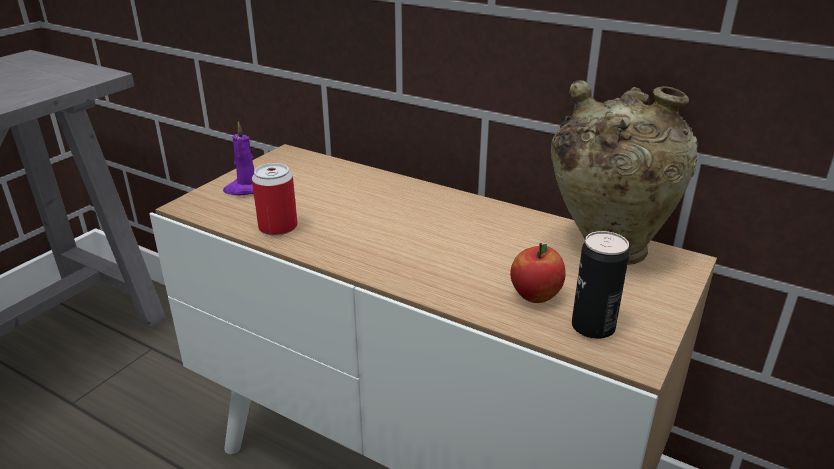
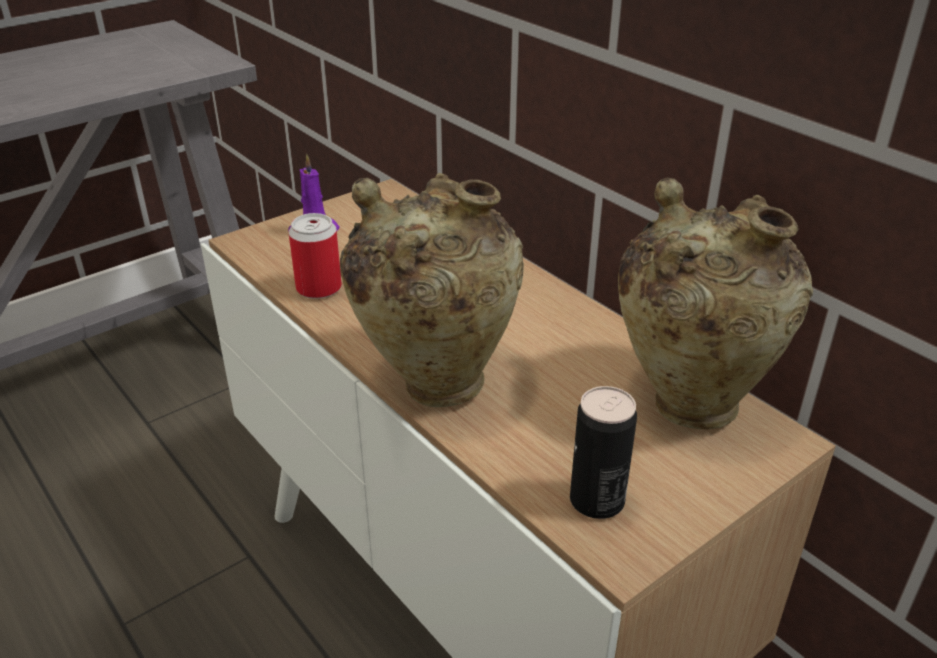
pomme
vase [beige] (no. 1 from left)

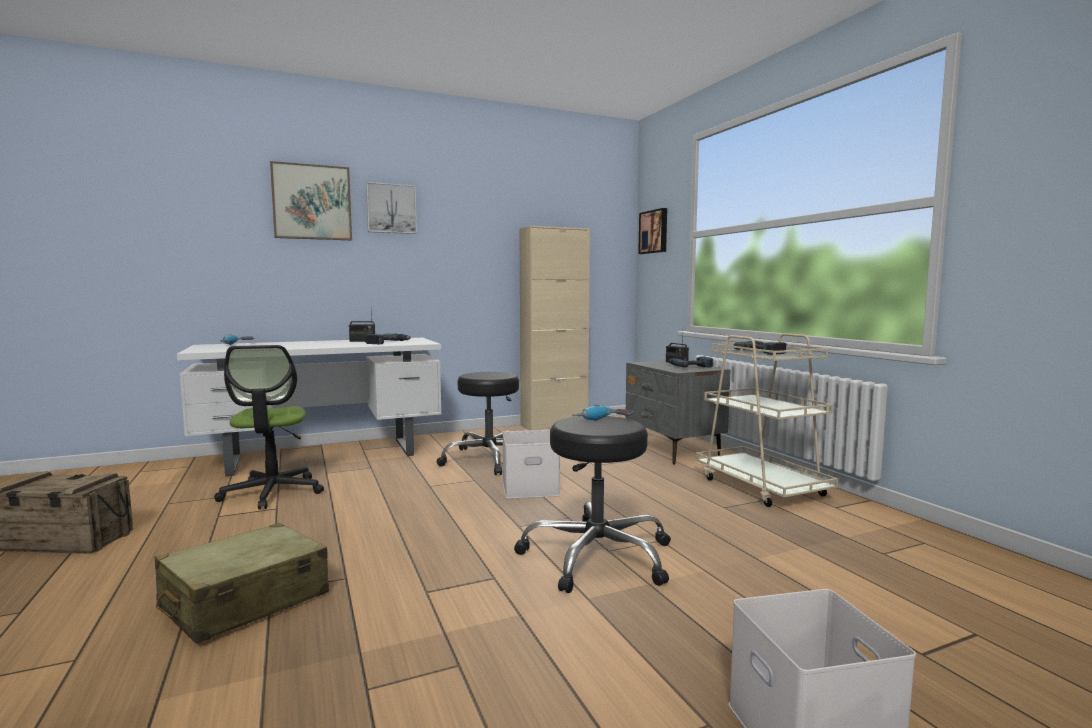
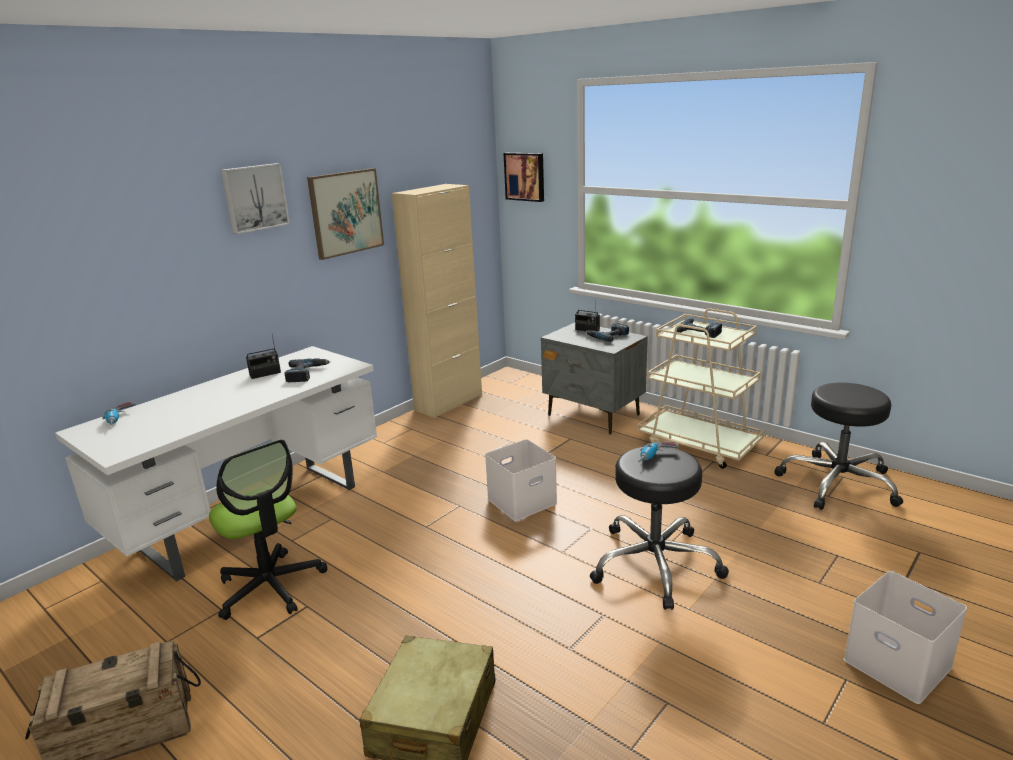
tableau (no. 2 from left)
tabouret [noir] (no. 2 from left)

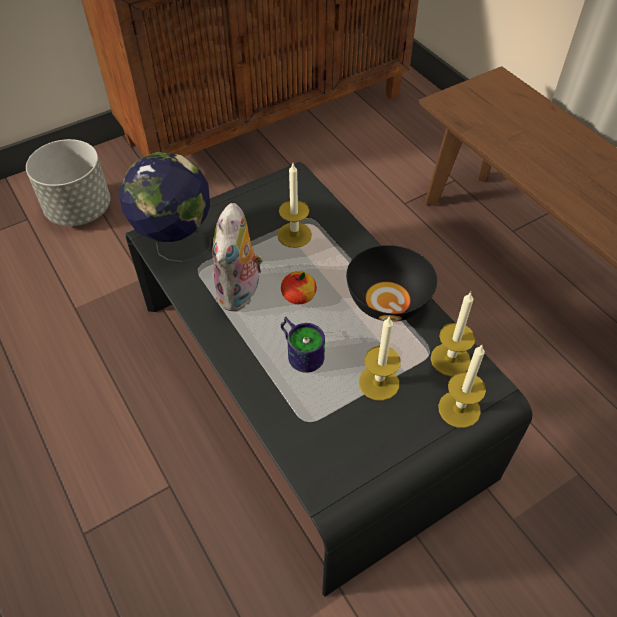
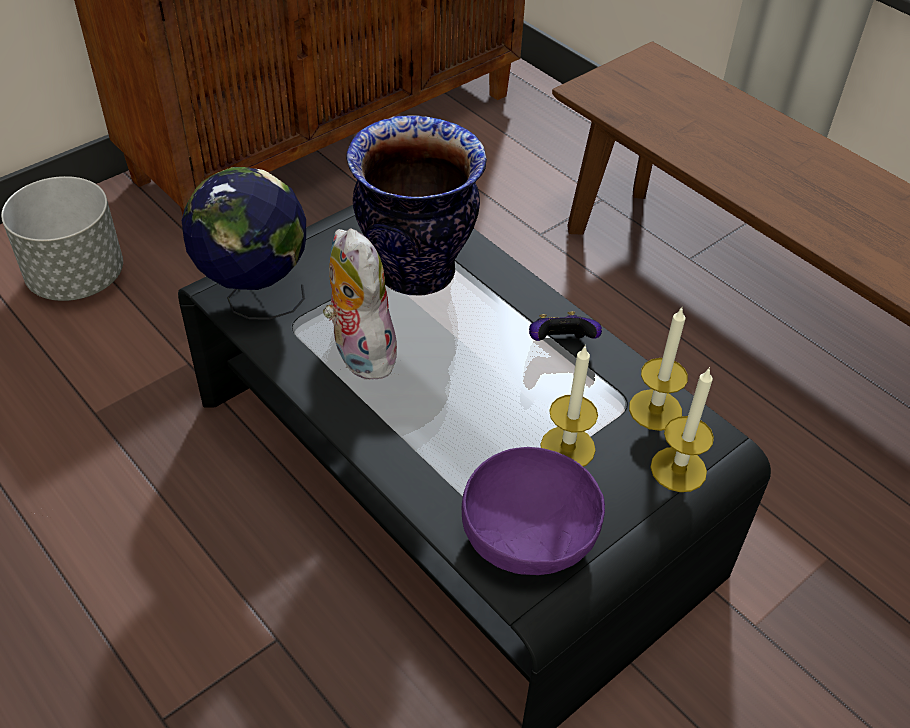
peluche
vase
pomme
mug
manette
bol [violet]

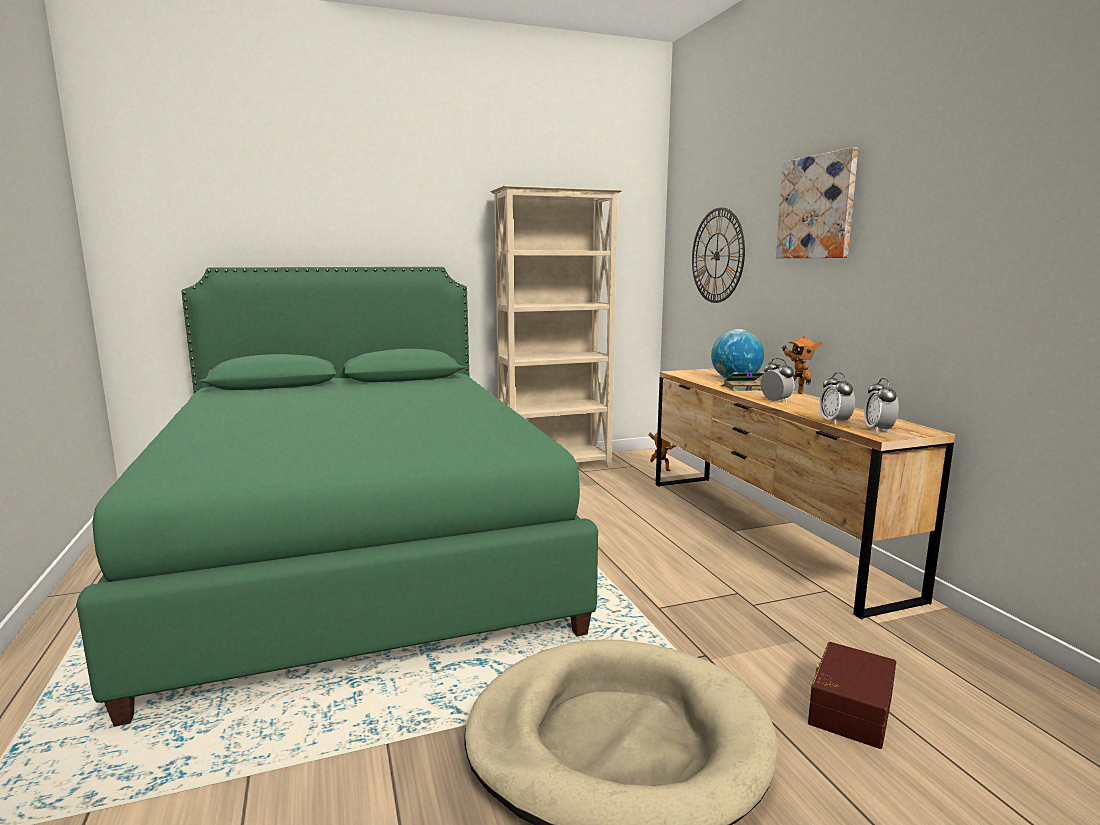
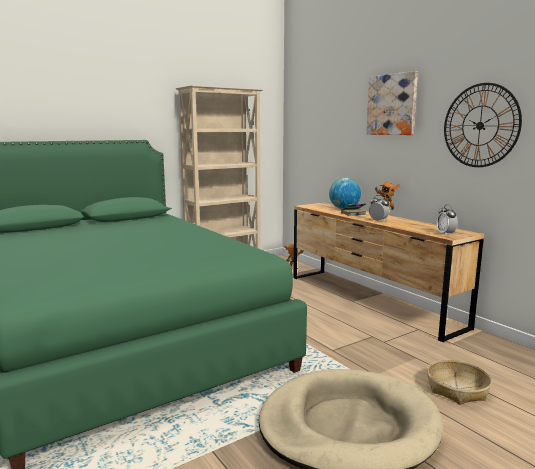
horloge murale
panier
réveil (no. 2 from left in the first image)

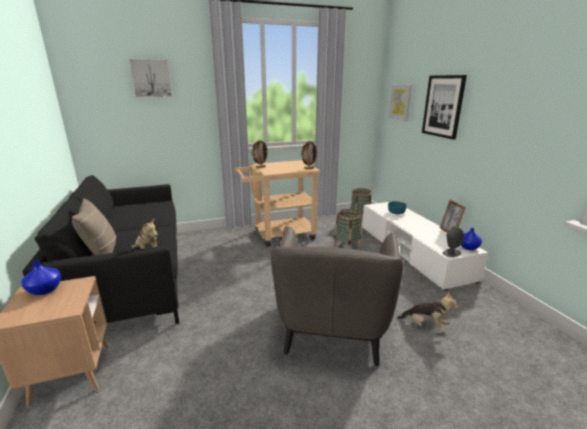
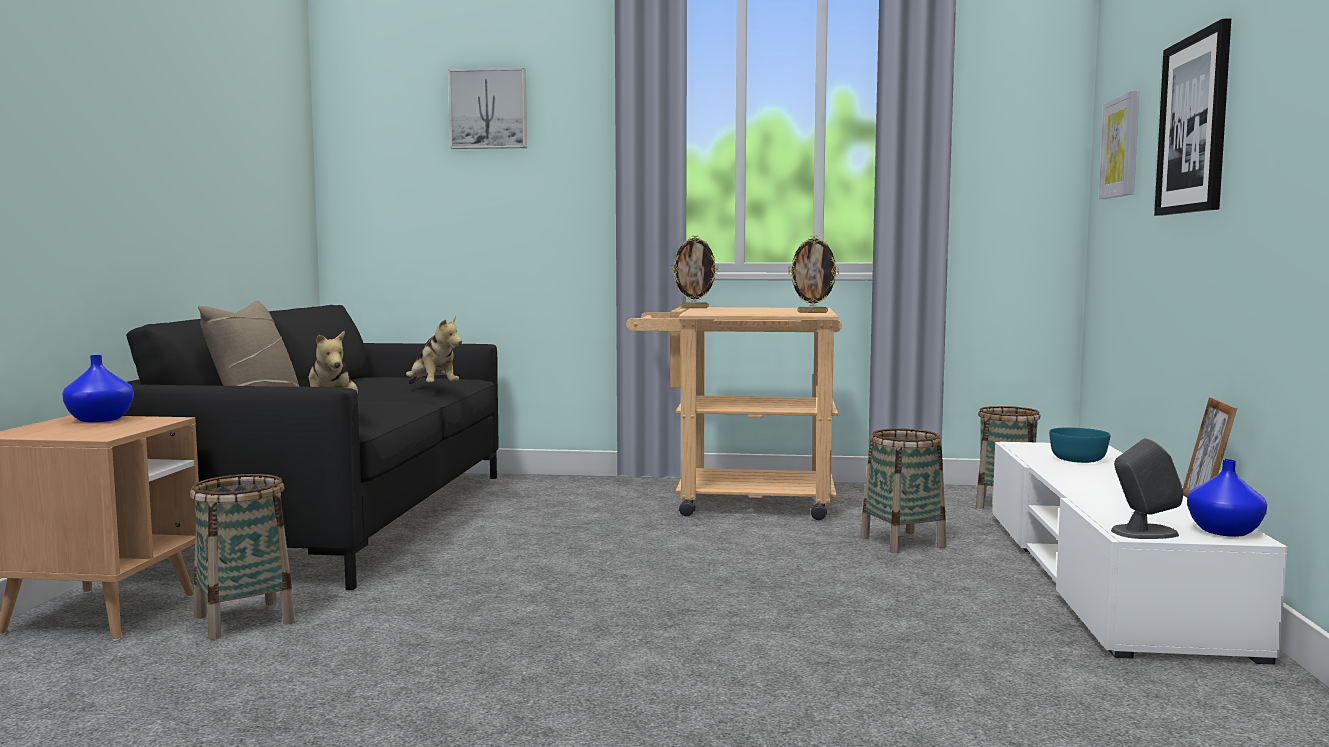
fauteuil [gris]
peluche (no. 2 from left)
panier (no. 1 from left)

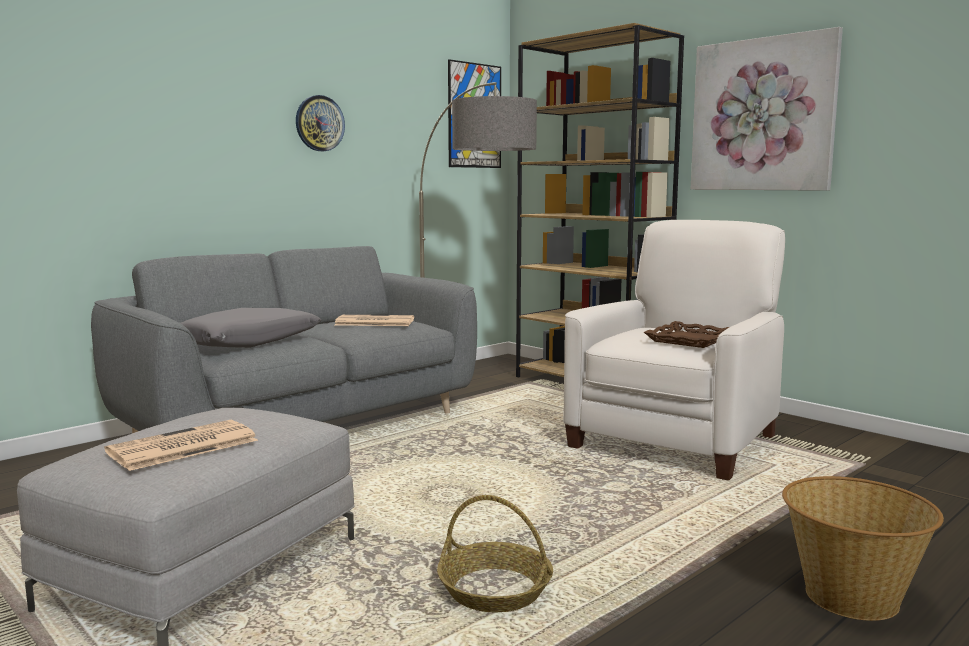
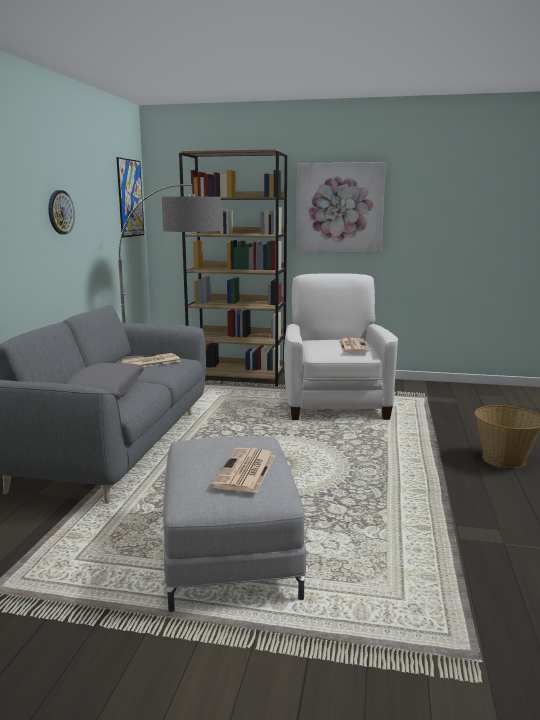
panier (no. 1 from left in the first image)
journal (no. 3 from left)

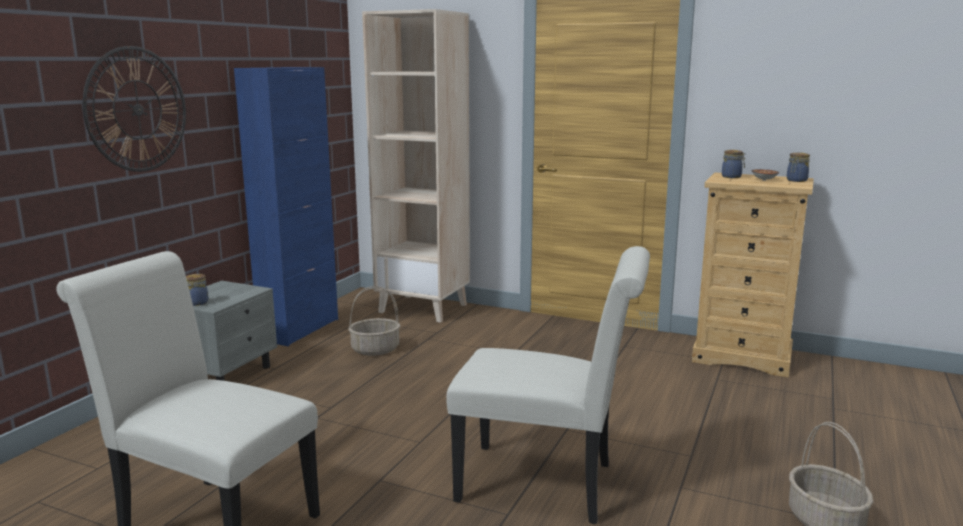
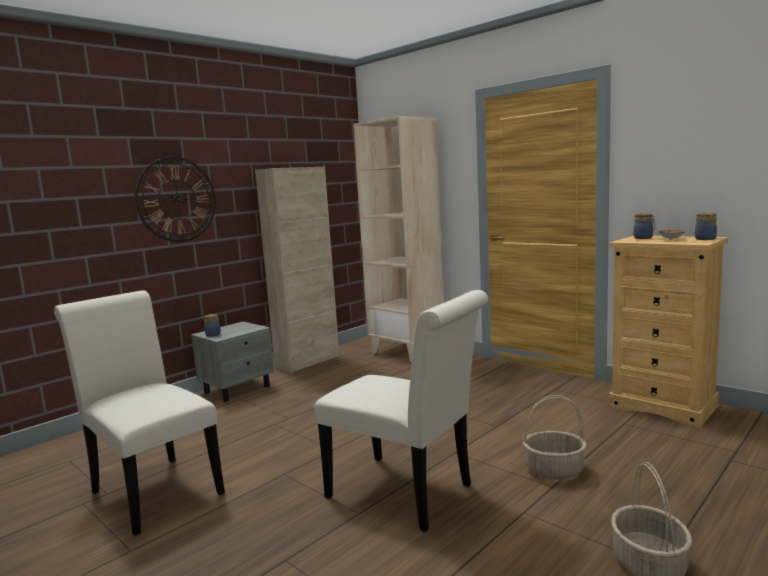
meuble de rangement [beige]
panier (no. 1 from left)

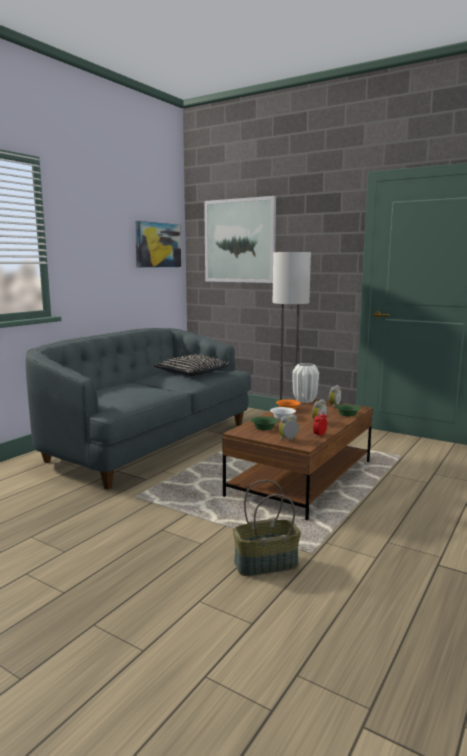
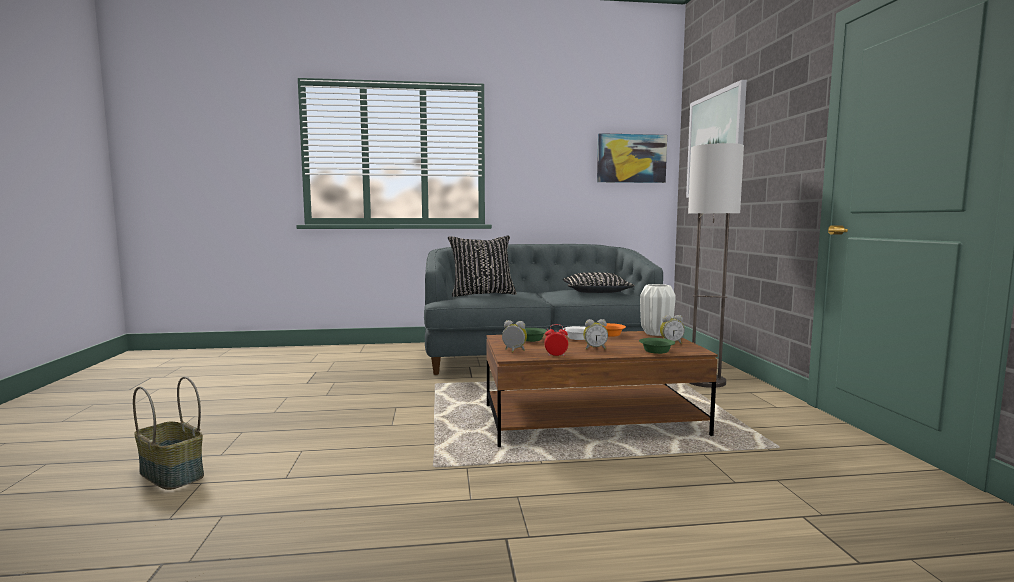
panier
coussin [noir] (no. 1 from left)

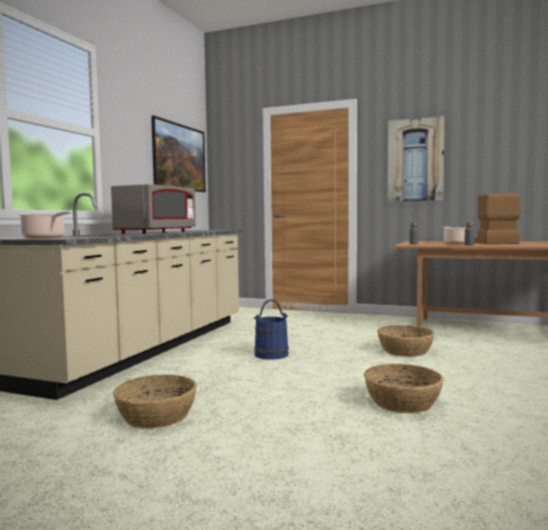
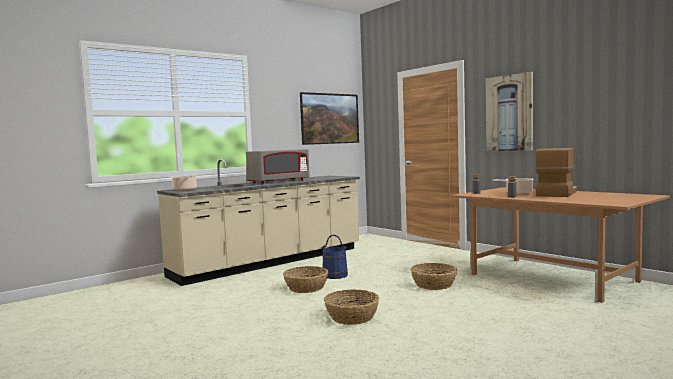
panier (no. 1 from left)

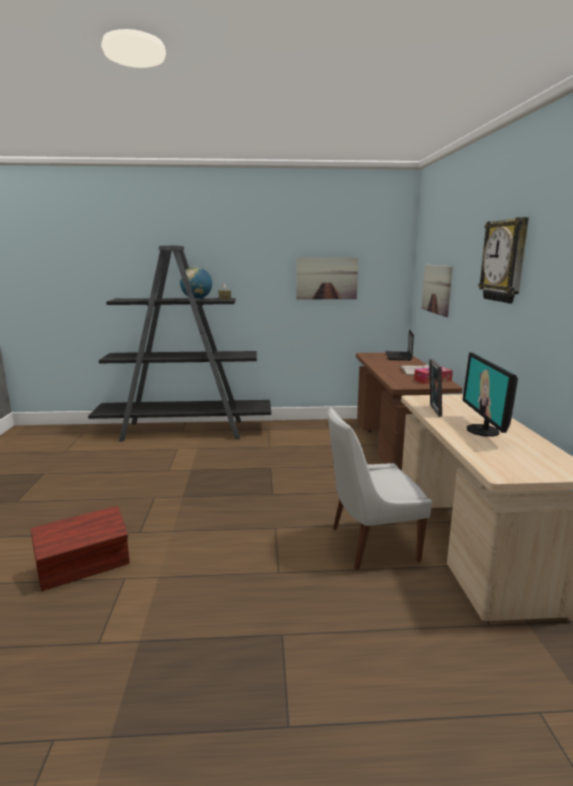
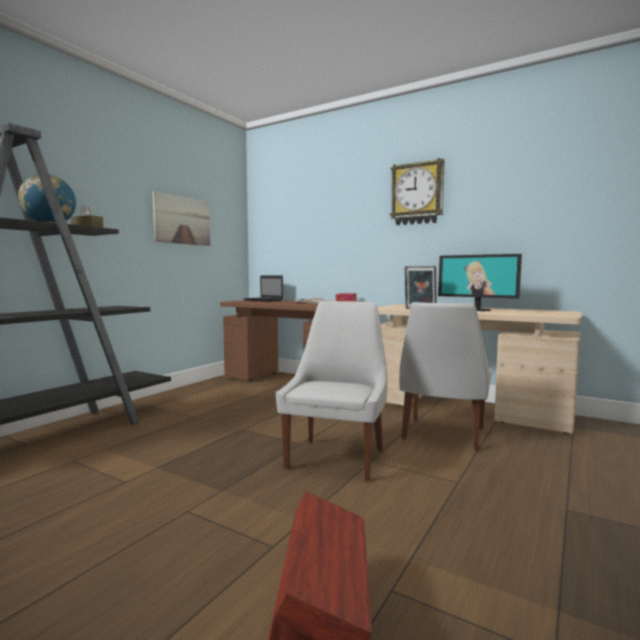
tableau (no. 2 from left in the first image)
chaise [blanc] (no. 1 from left)

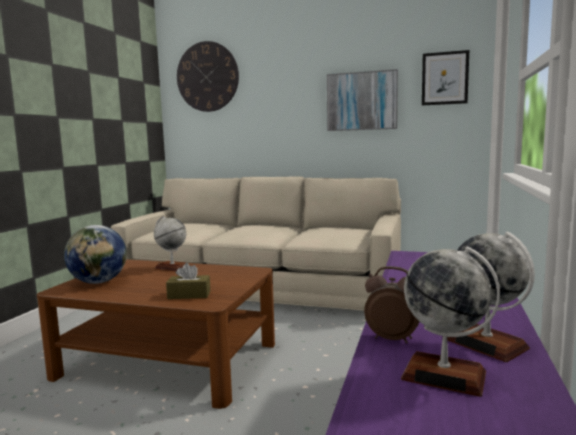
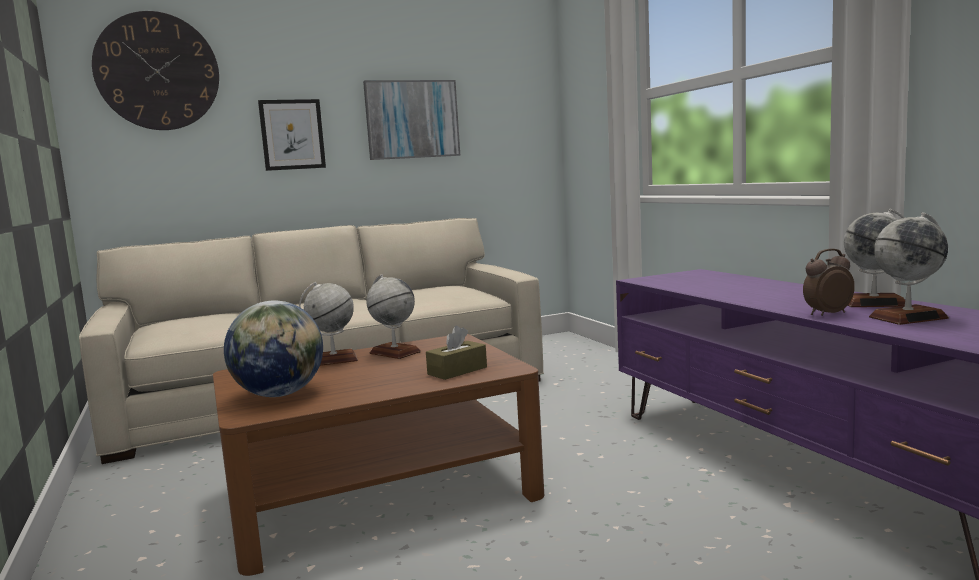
tableau (no. 1 from left)
globe (no. 3 from left)

